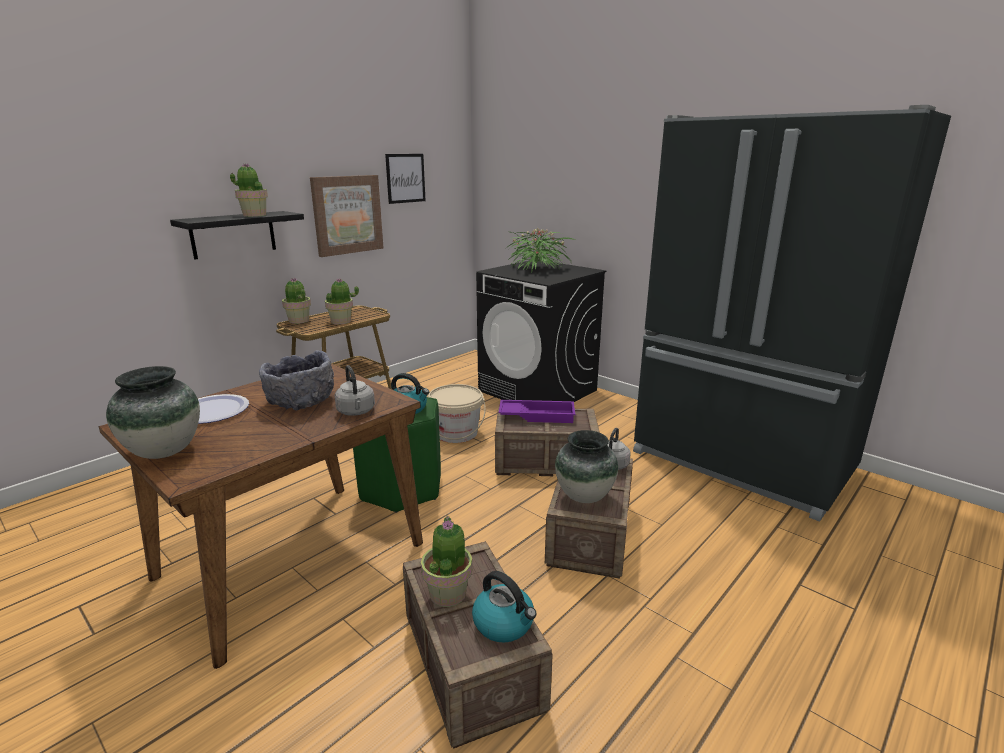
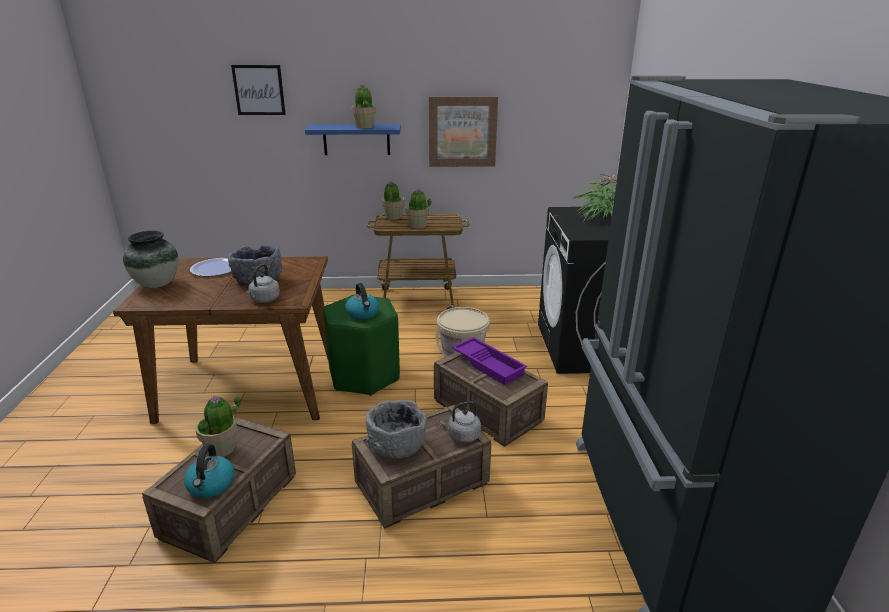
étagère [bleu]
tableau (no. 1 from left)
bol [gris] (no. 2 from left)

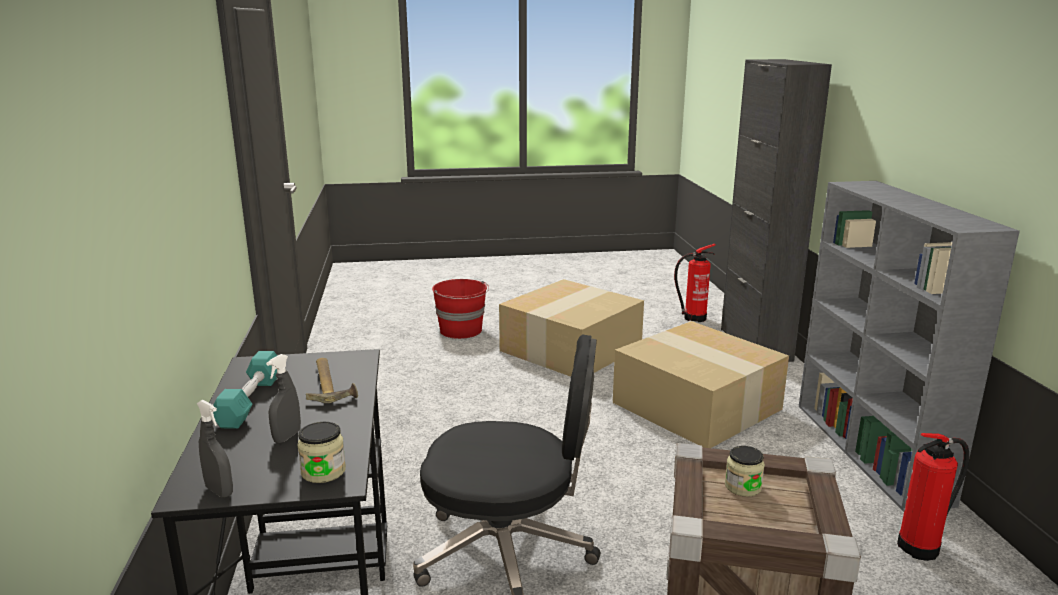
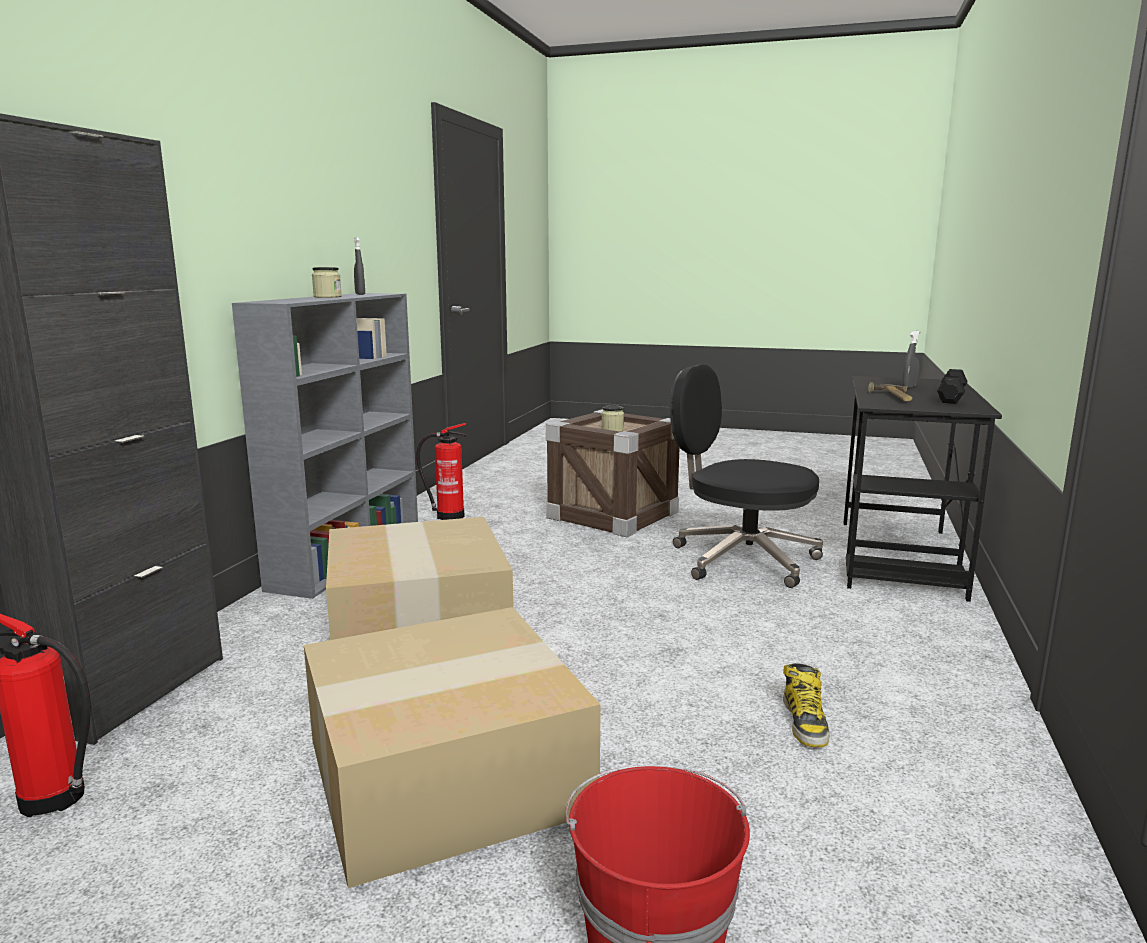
vaporisateur [gris] (no. 1 from left)
haltère [noir]
bocal (no. 1 from left)
botte

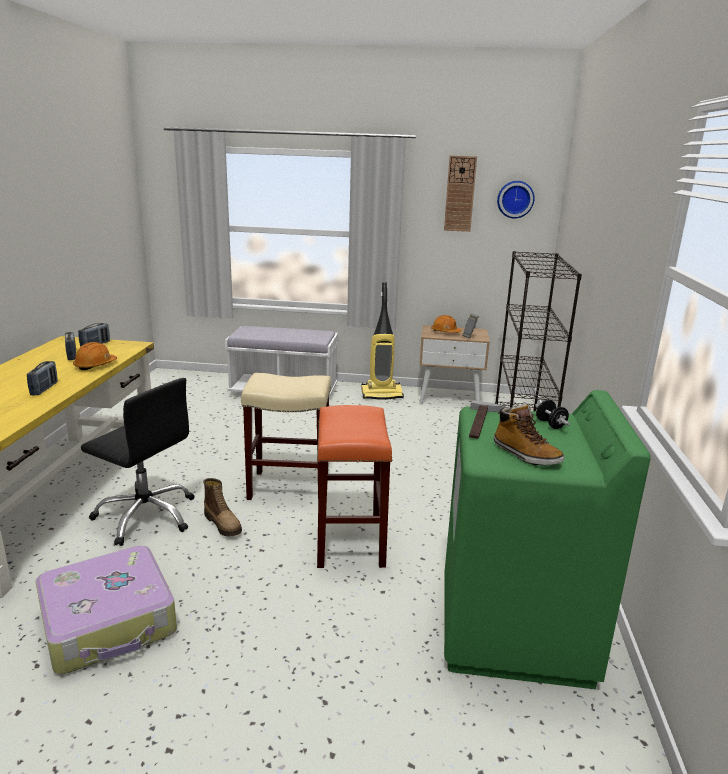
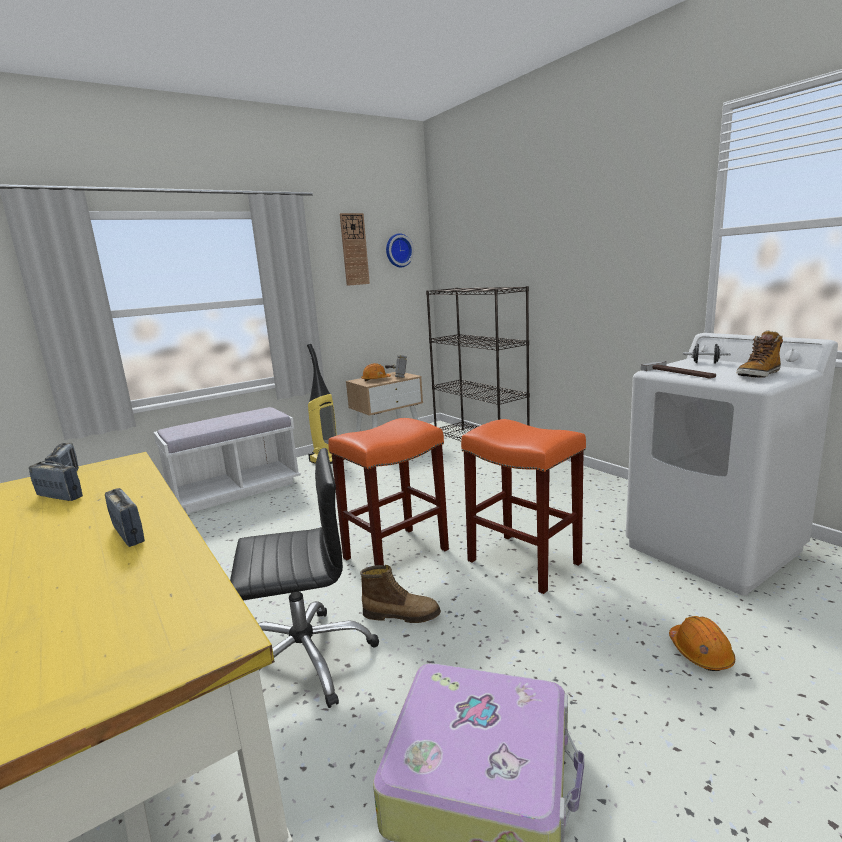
casque de chantier [orange] (no. 2 from left)
tabouret [orange] (no. 1 from left)
lave-linge [blanc]
botte (no. 2 from left)

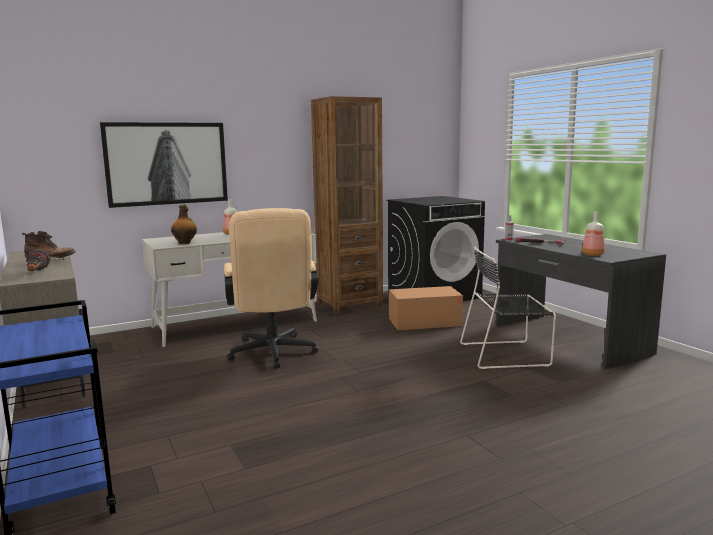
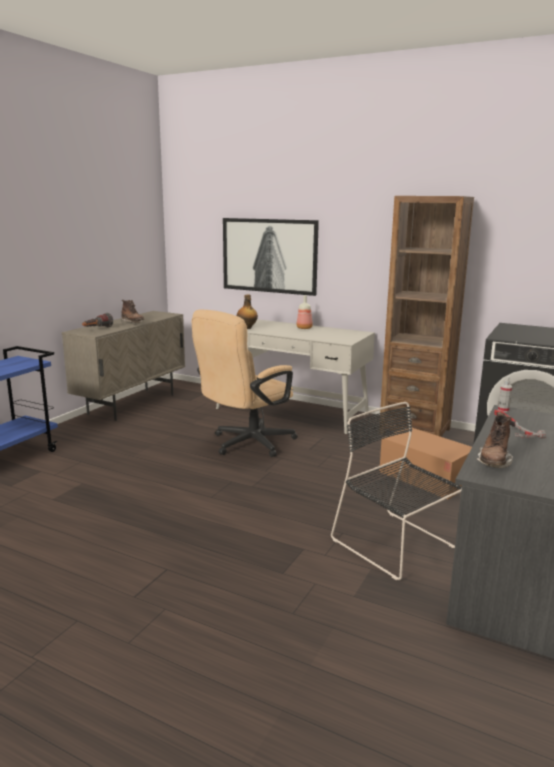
botte [marron] (no. 2 from left)

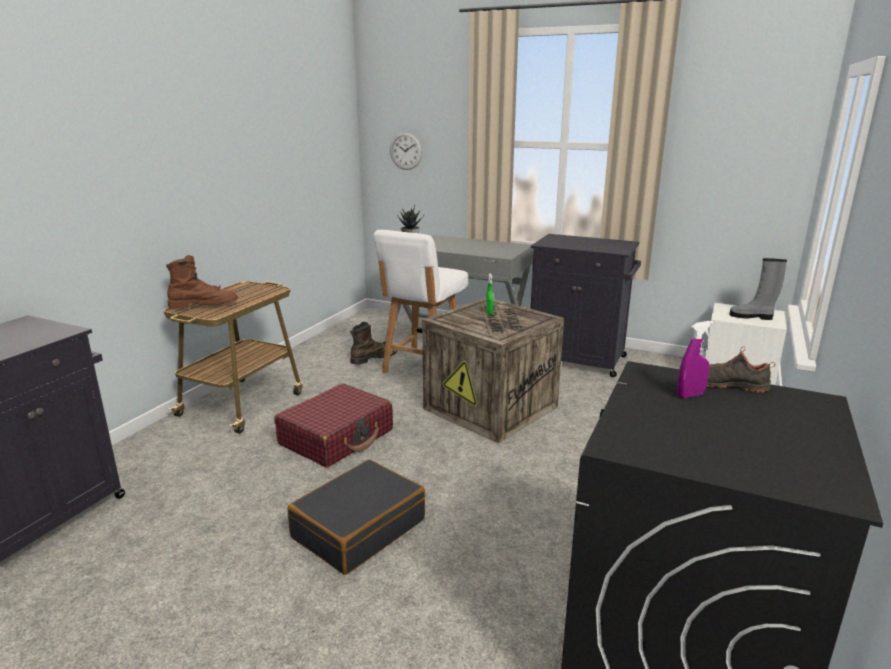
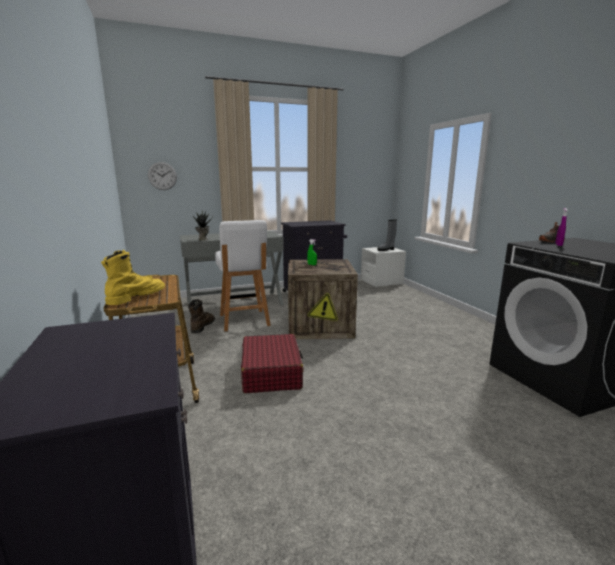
botte [jaune]
valise [noir]

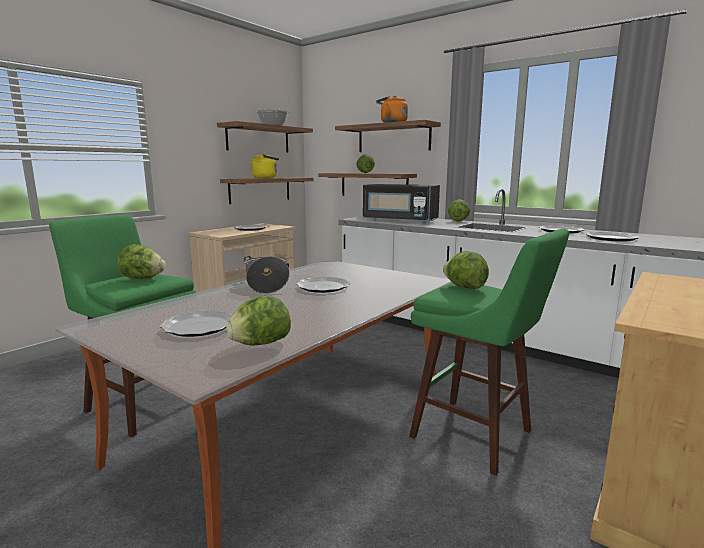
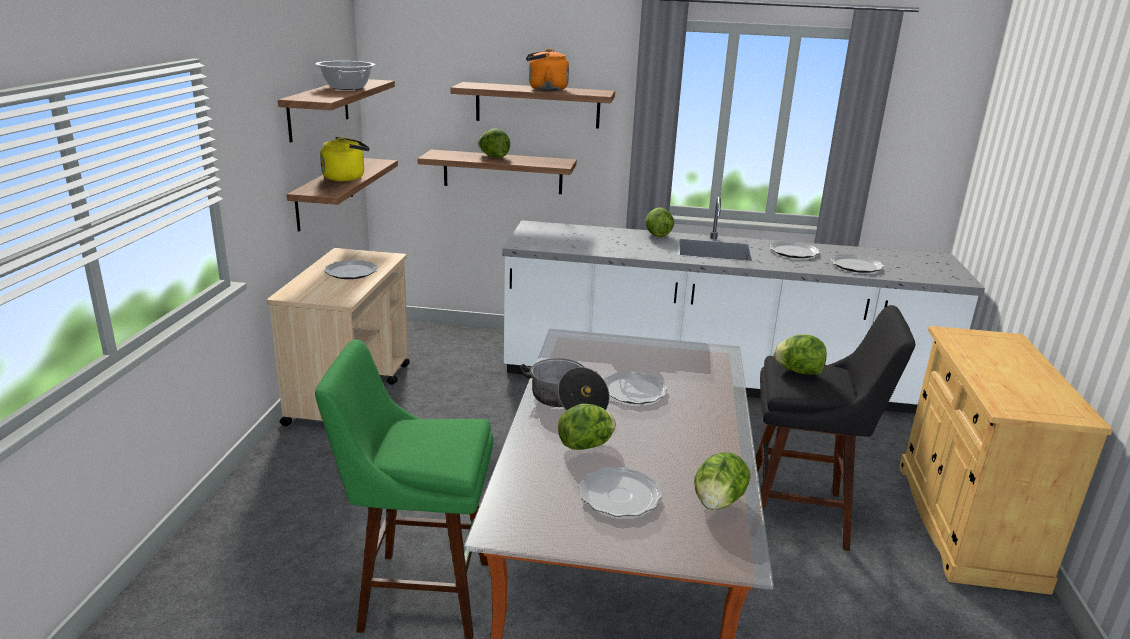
laitue (no. 2 from left)
micro-ondes [noir]
tabouret [noir]

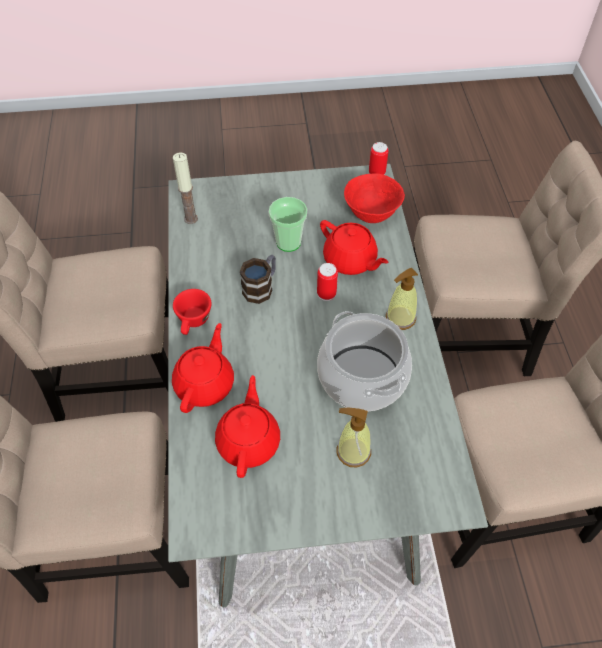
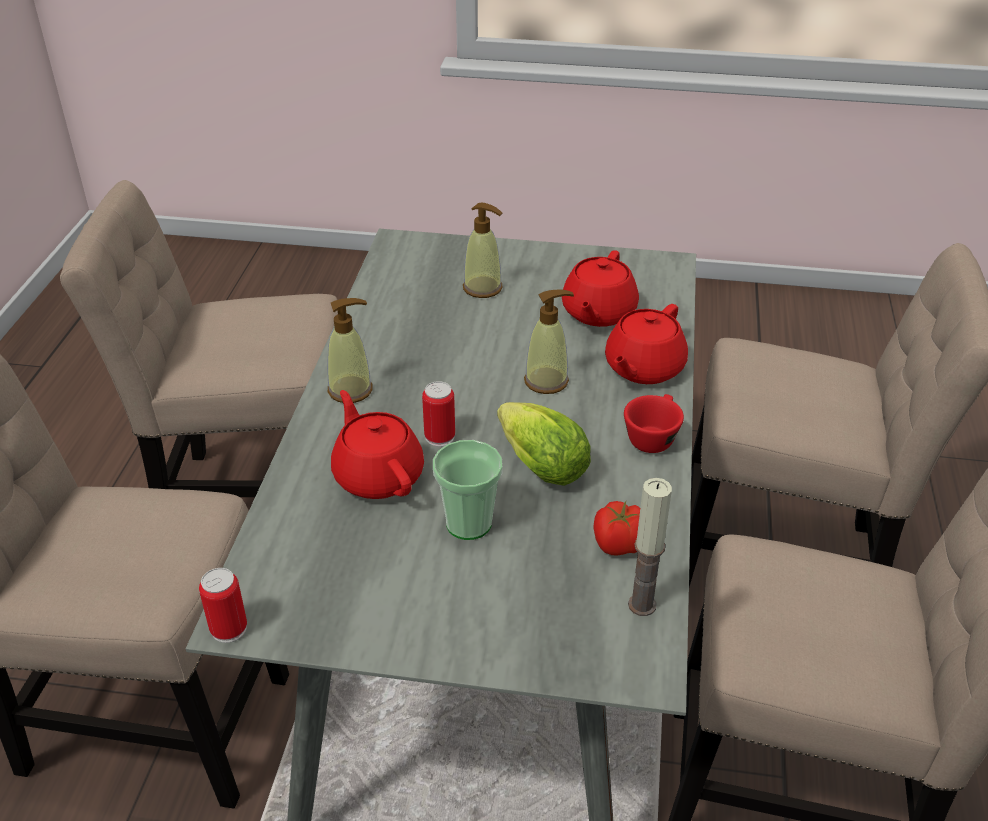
laitue
marmite
bol [rouge]
distributeur de savon (no. 3 from left)
tomate

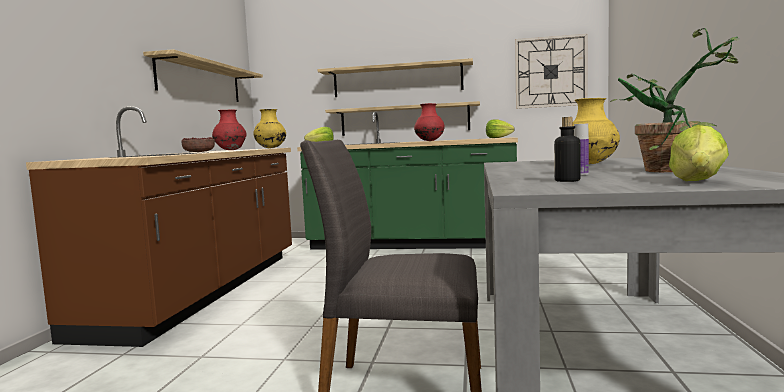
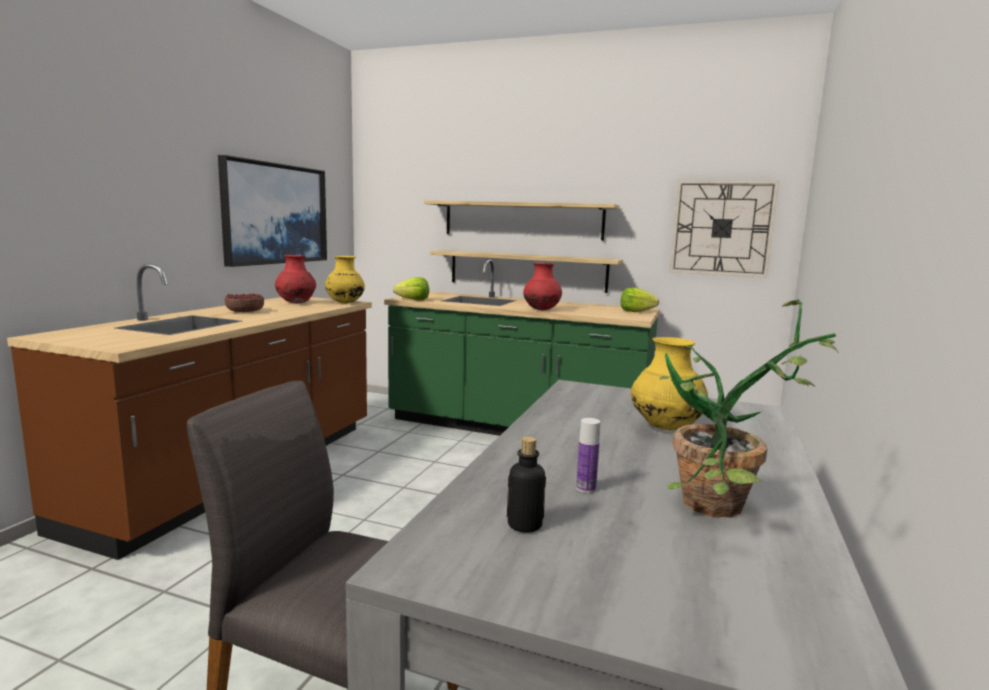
tableau
laitue (no. 3 from left in the first image)

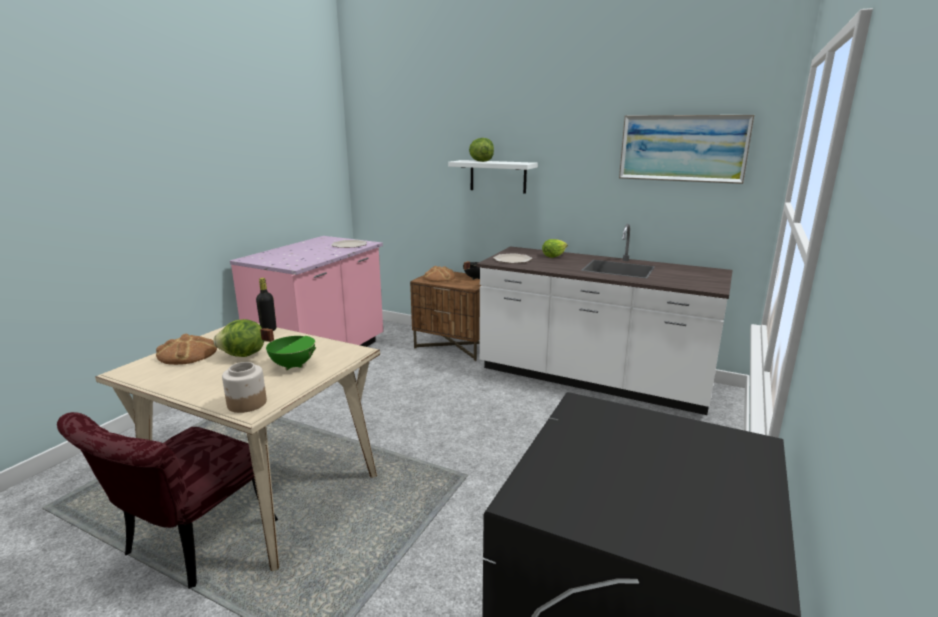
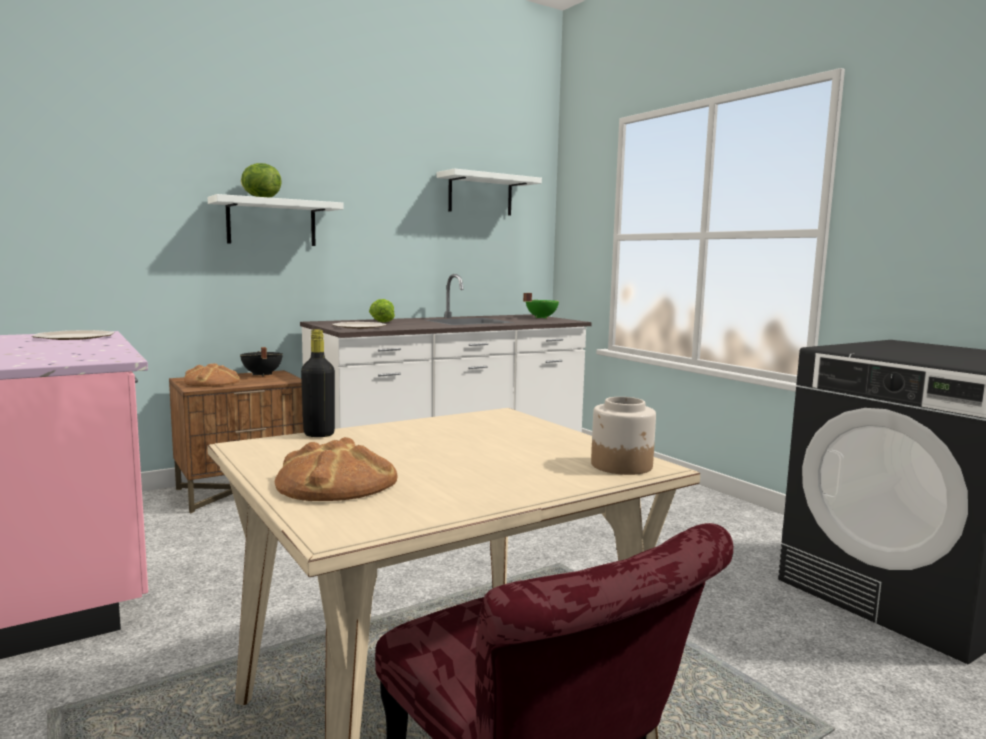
laitue (no. 1 from left in the first image)
marmite [vert]
étagère [blanc] (no. 2 from left)

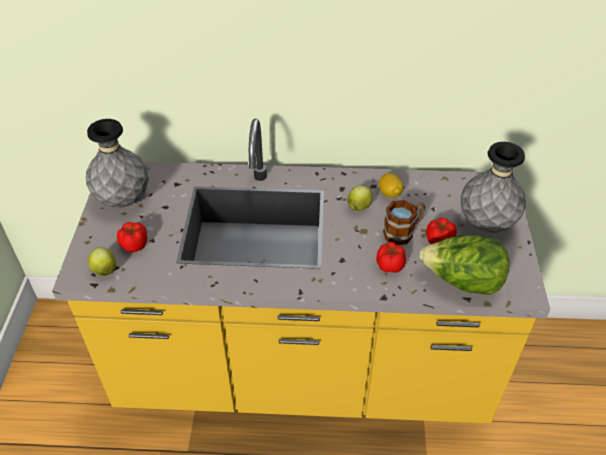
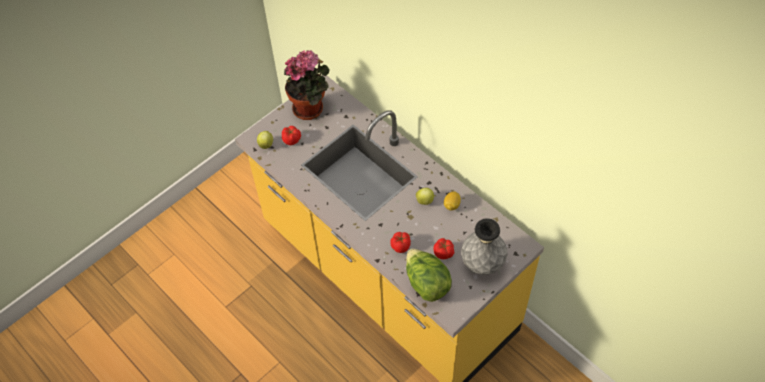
plante en pot
mug

